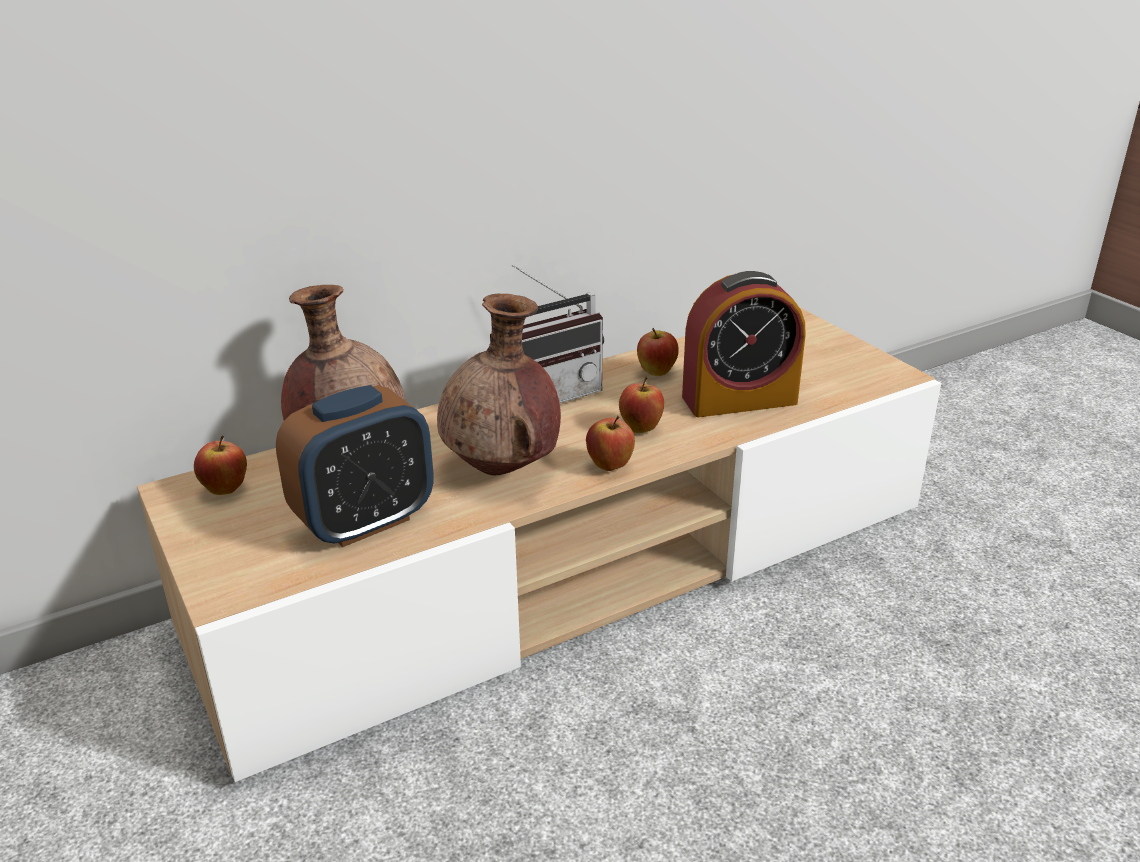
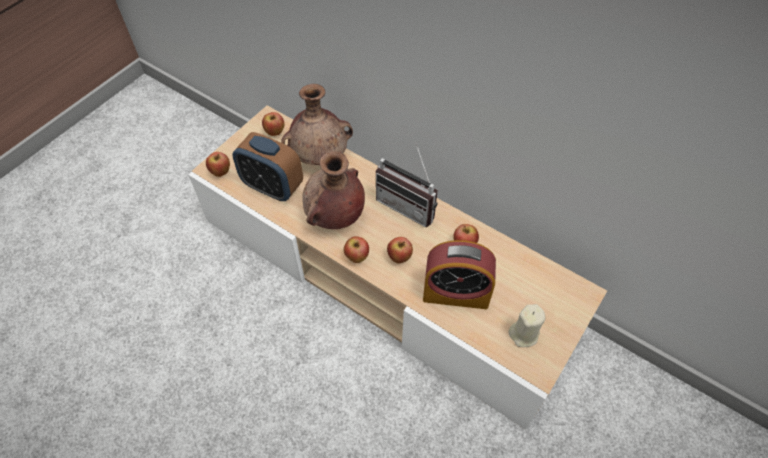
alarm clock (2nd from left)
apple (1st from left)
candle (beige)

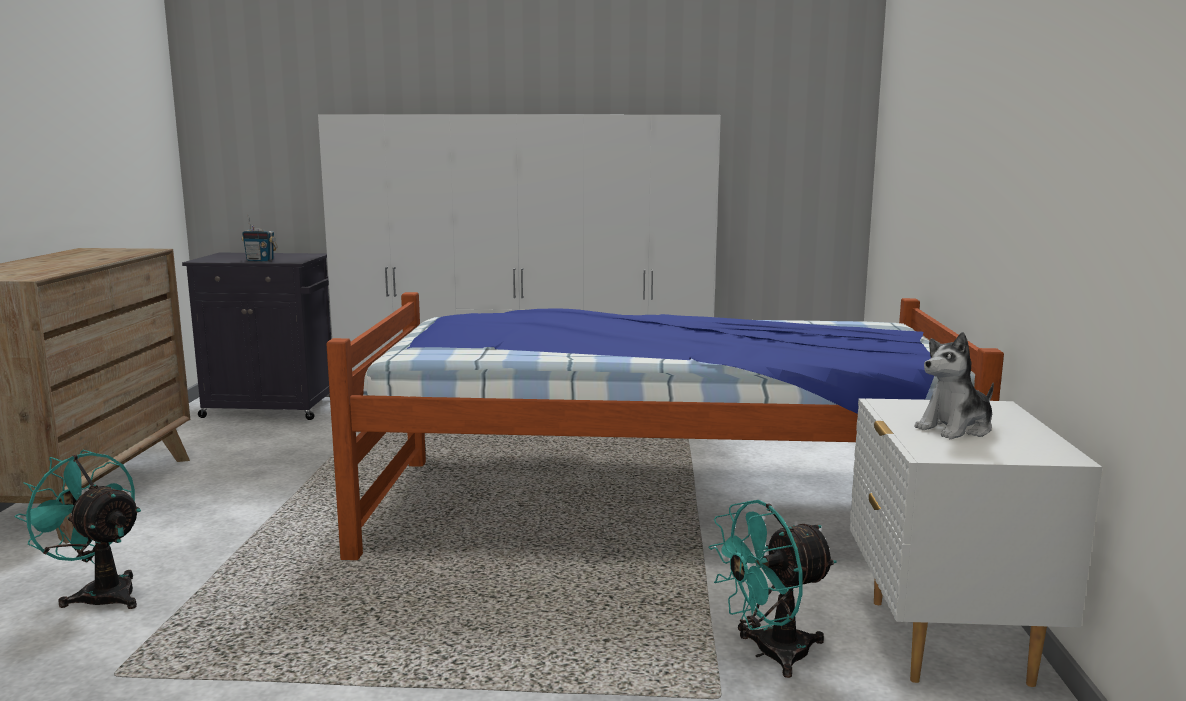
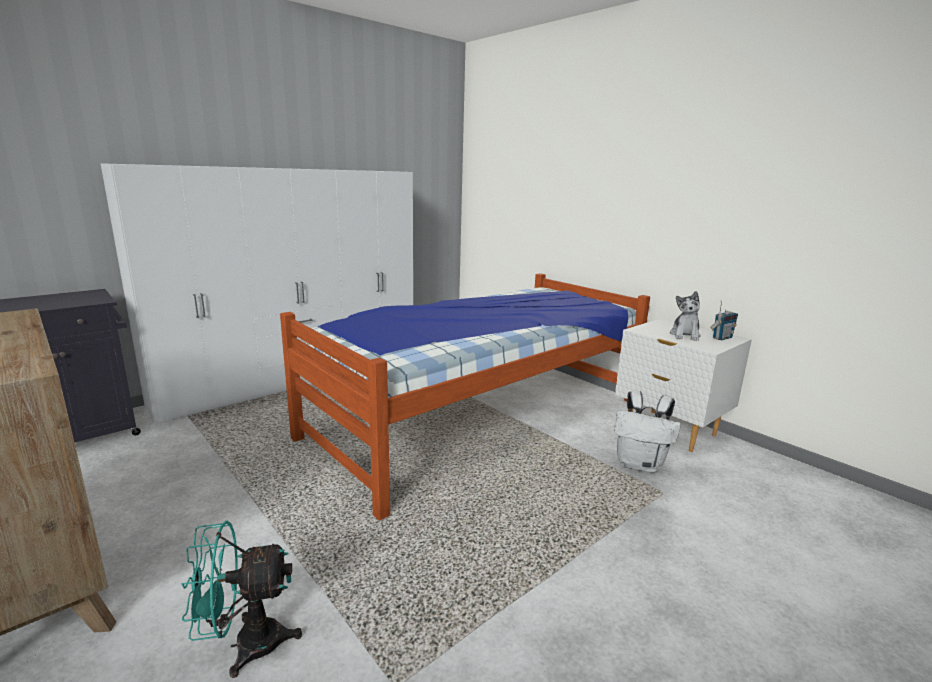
radio
backpack (white)

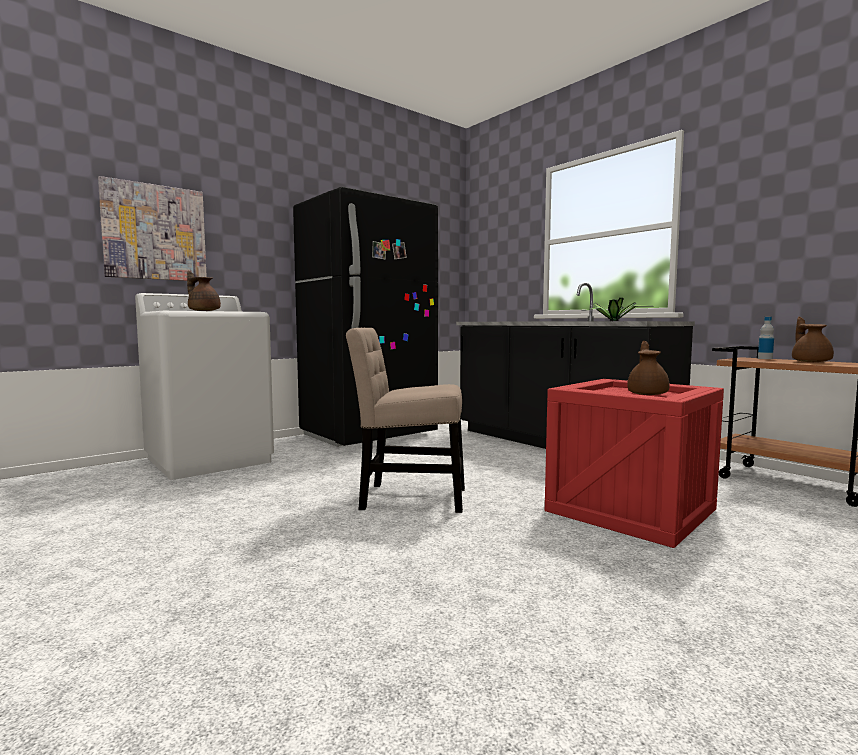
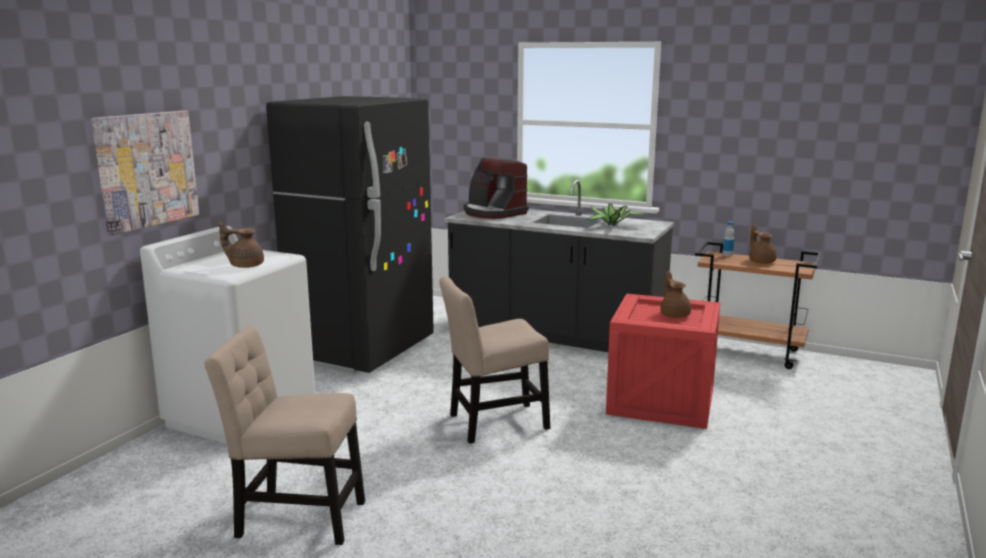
chair (beige) (1st from left)
coffee machine

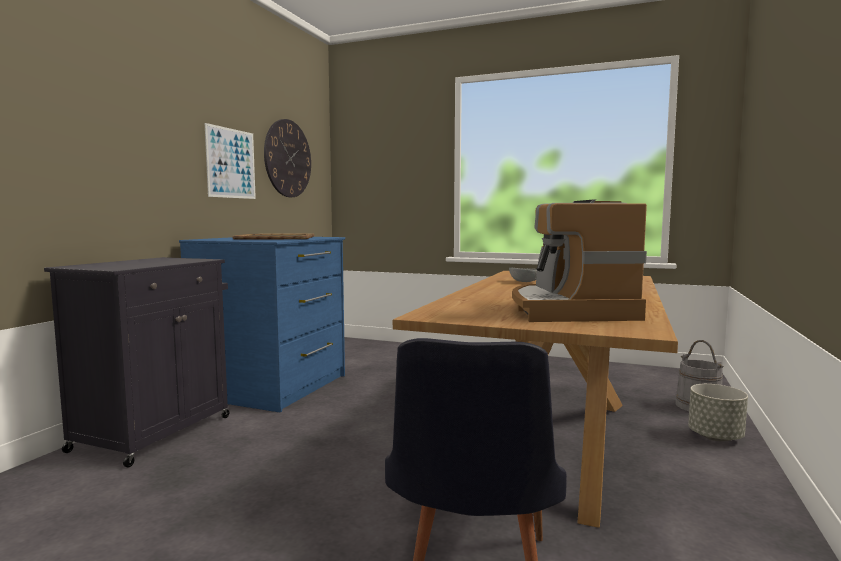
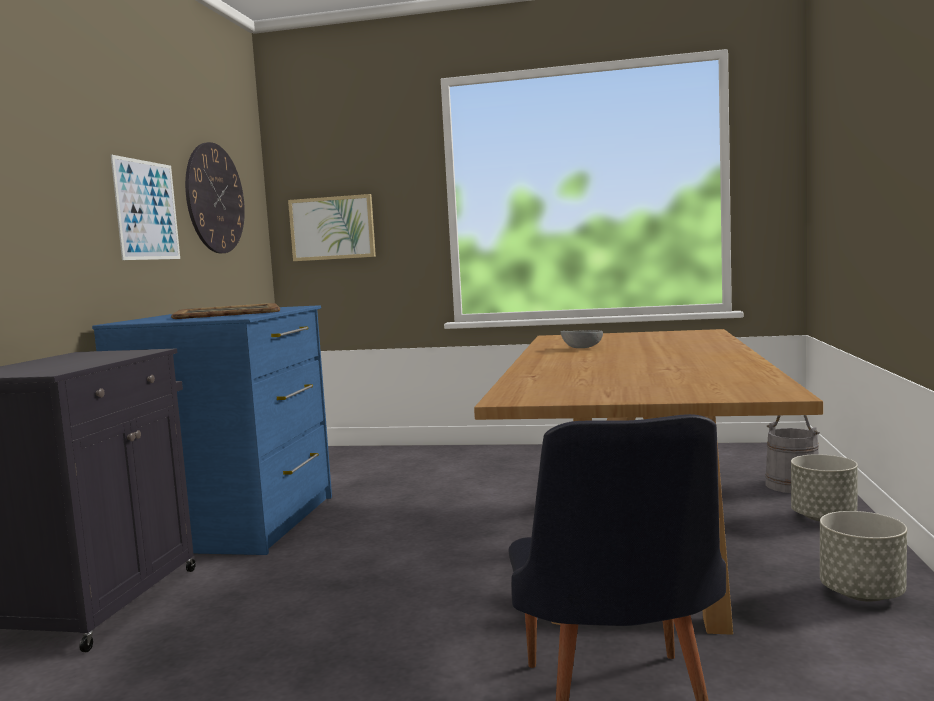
coffee machine
picture (2nd from left)
planter (grey) (2nd from left)

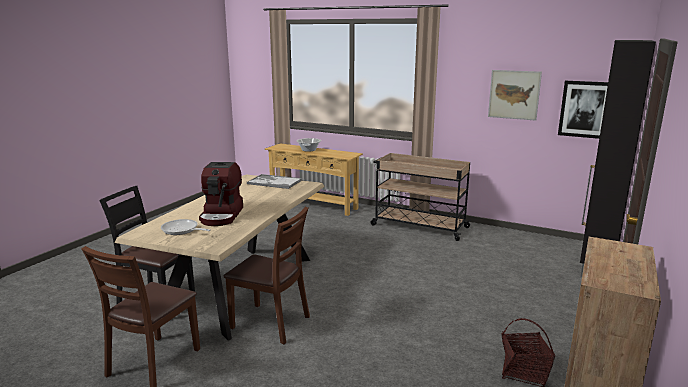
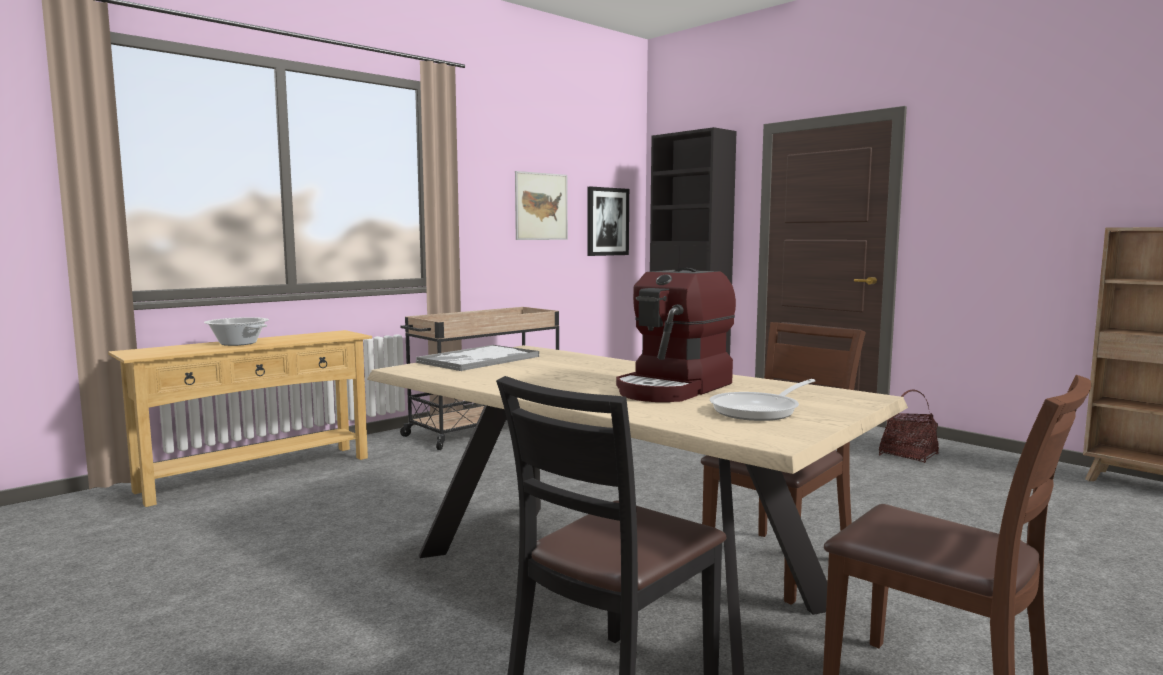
coffee machine

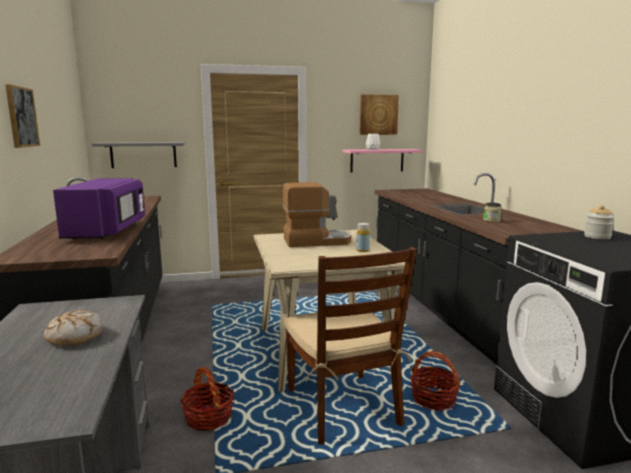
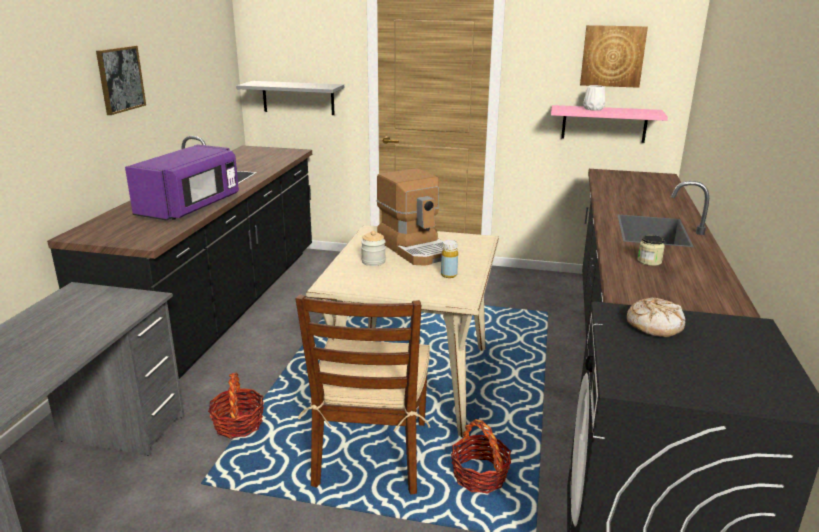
bread
coffee machine
jar (1st from left)

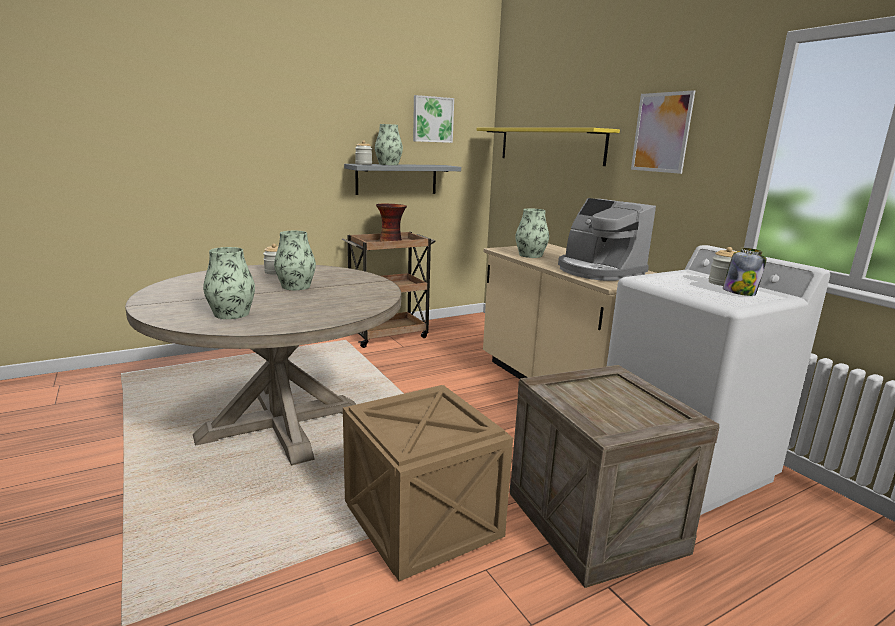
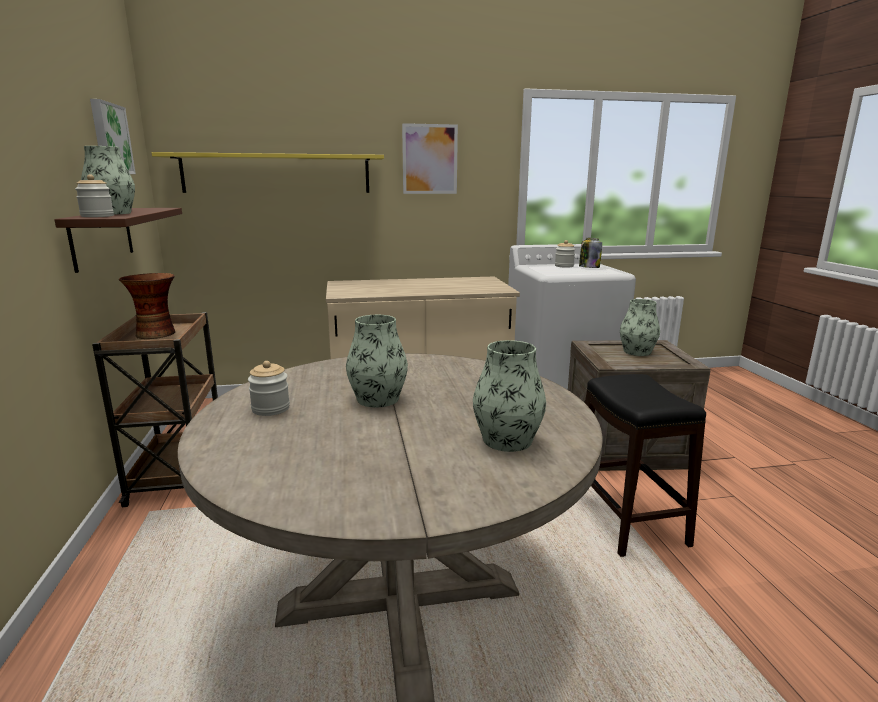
stool (black)
shelf (brown)
vase (5th from left)
coffee machine

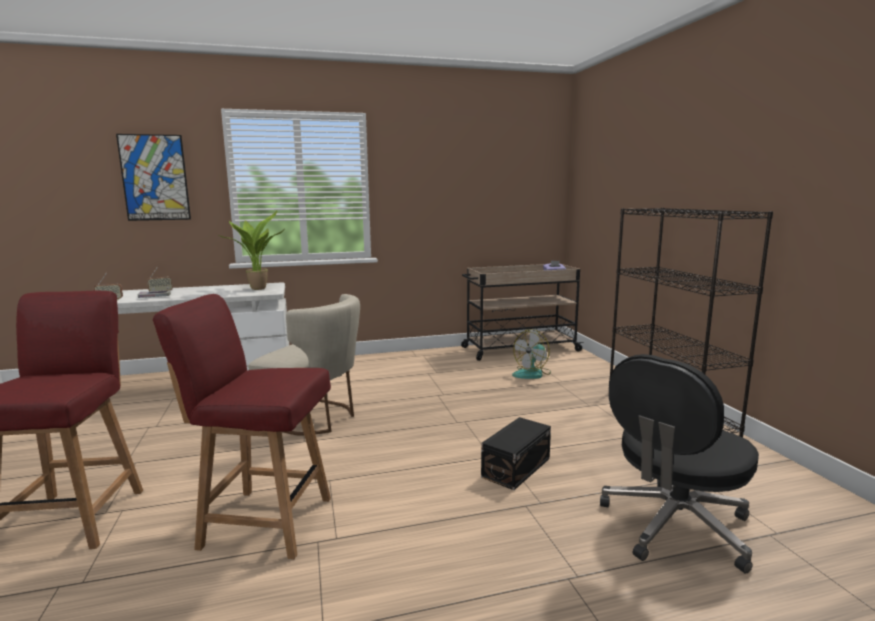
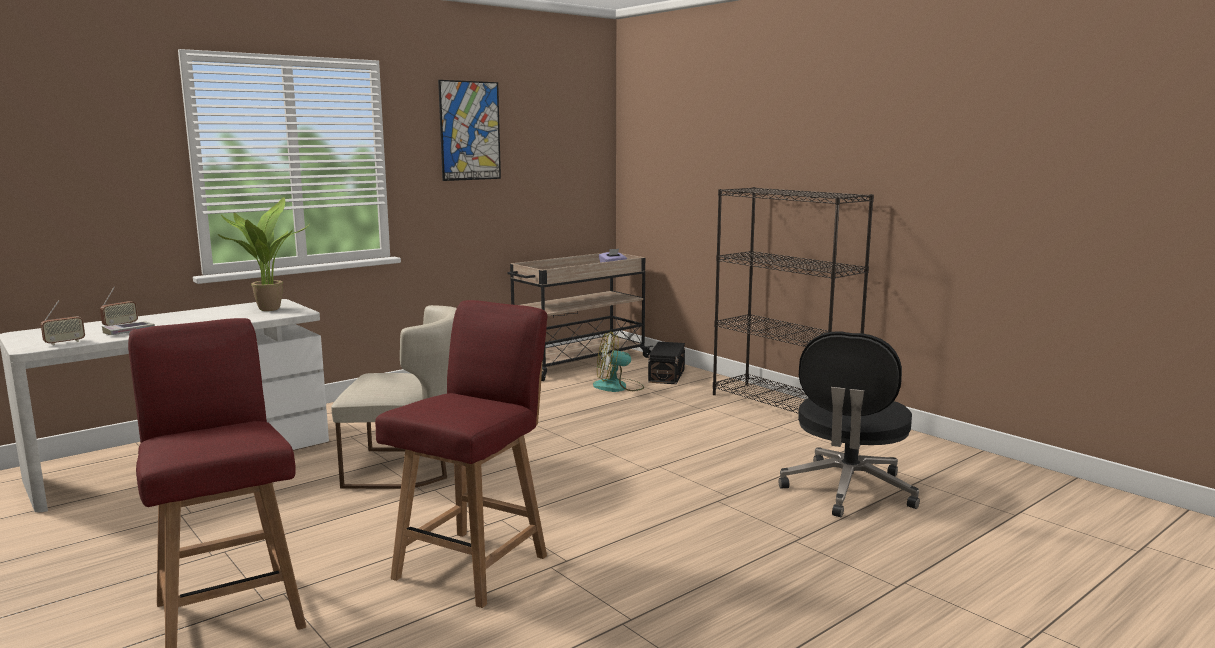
picture
chair (red) (2nd from left)
storage box (black)
fan

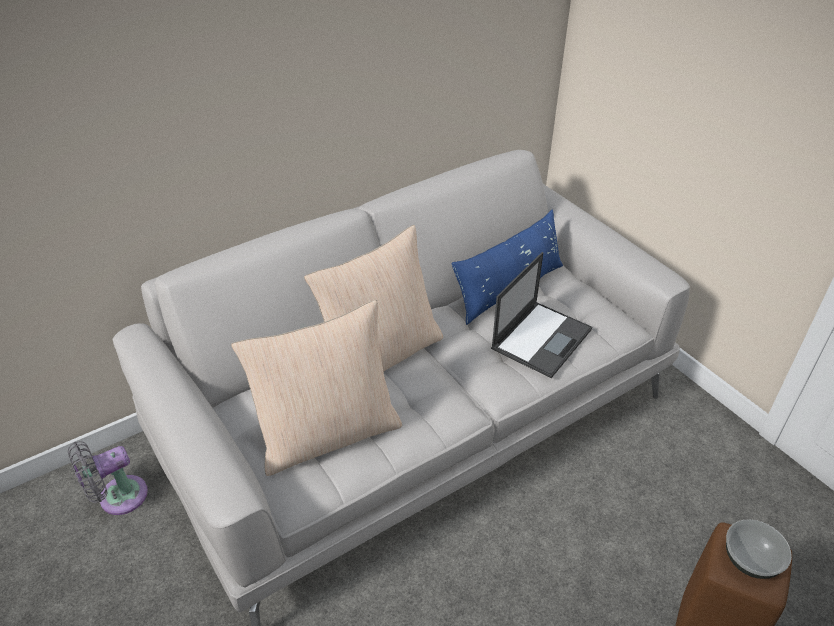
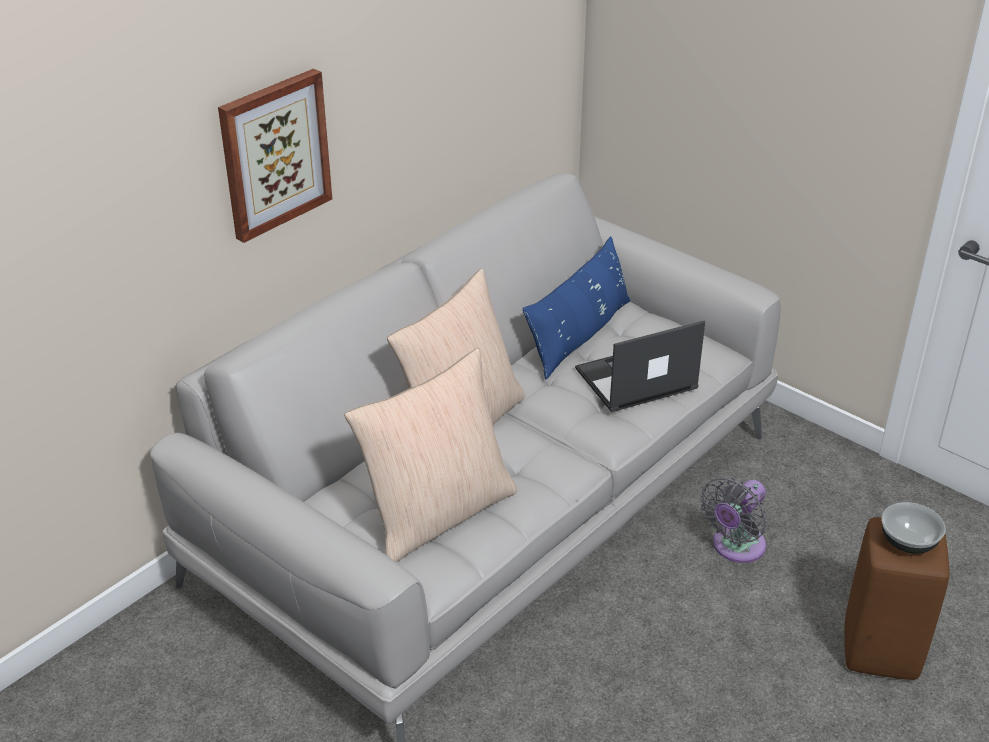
fan (grey)
laptop
picture

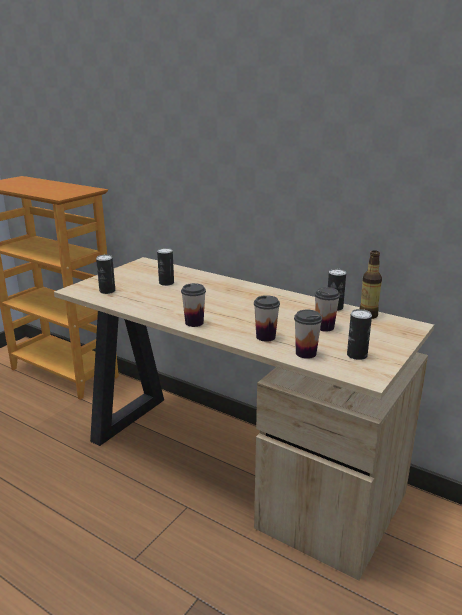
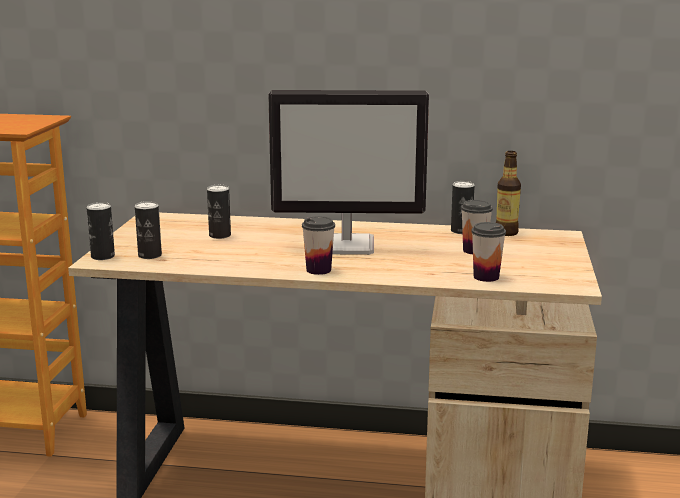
cup (2nd from left in the first image)
can (1st from left)
monitor

